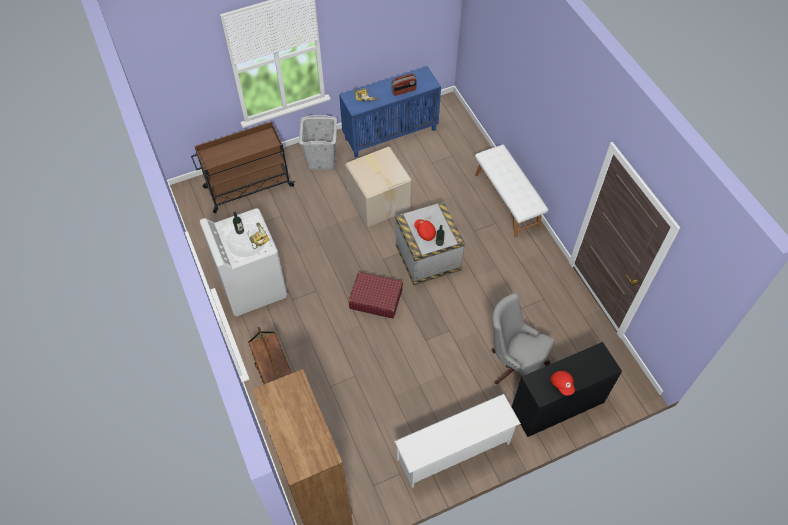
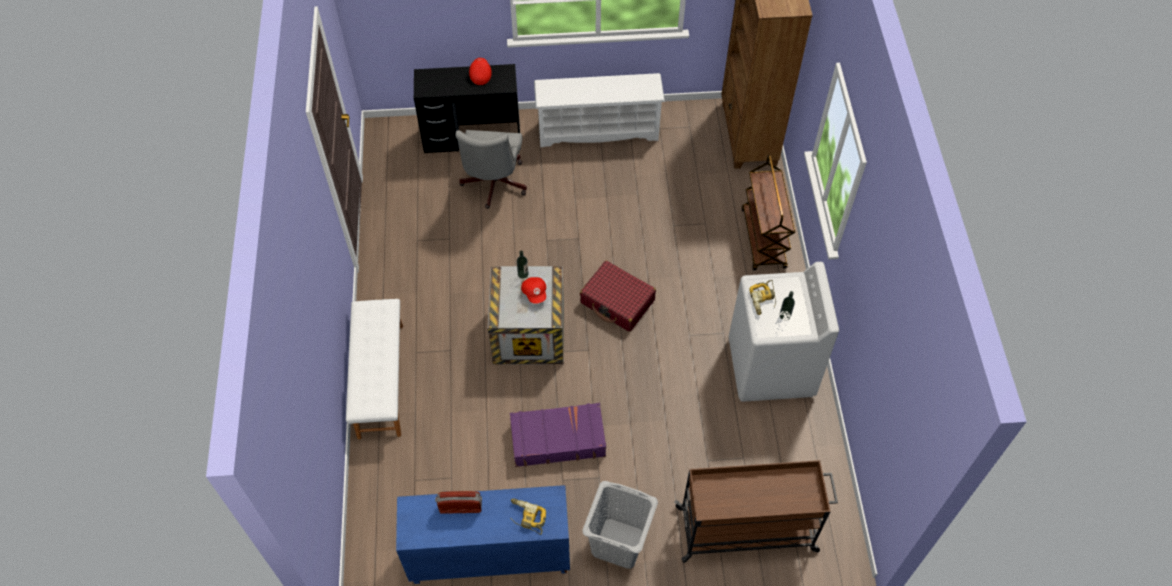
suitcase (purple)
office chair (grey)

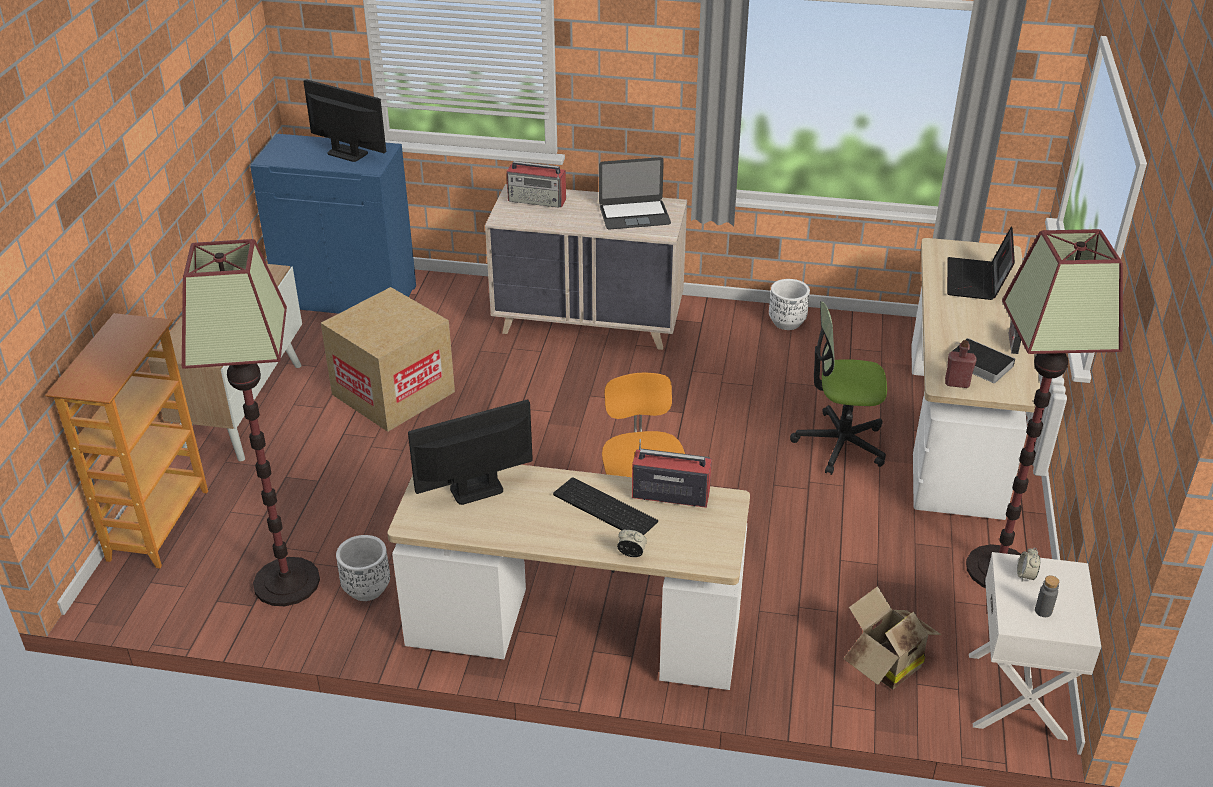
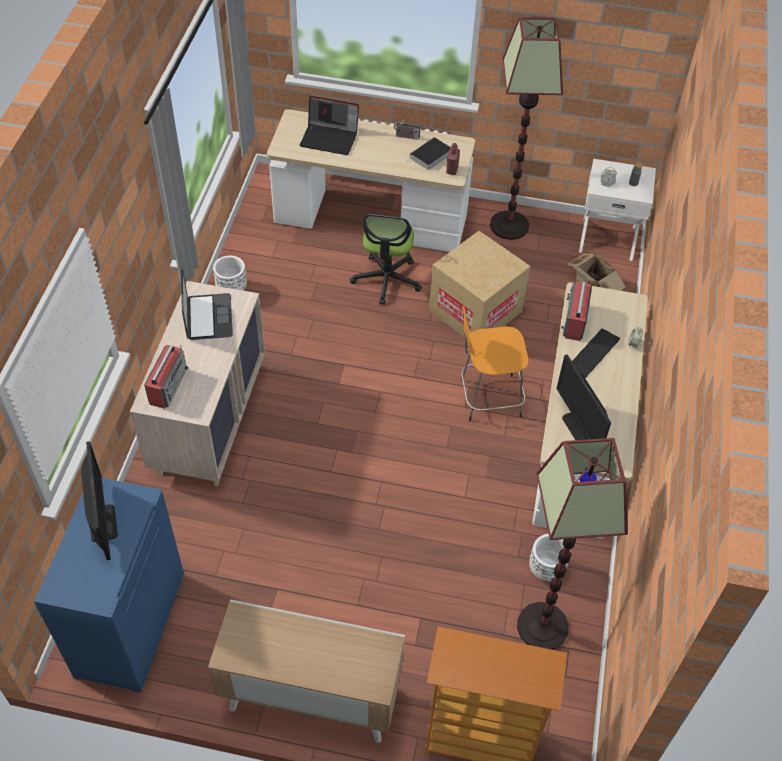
monitor (1st from left)
cardboard box (1st from left)

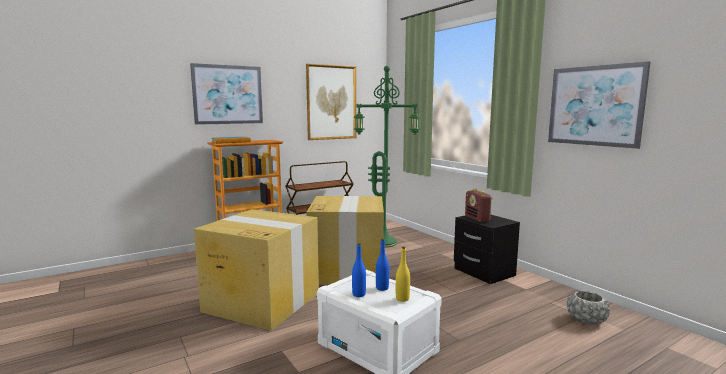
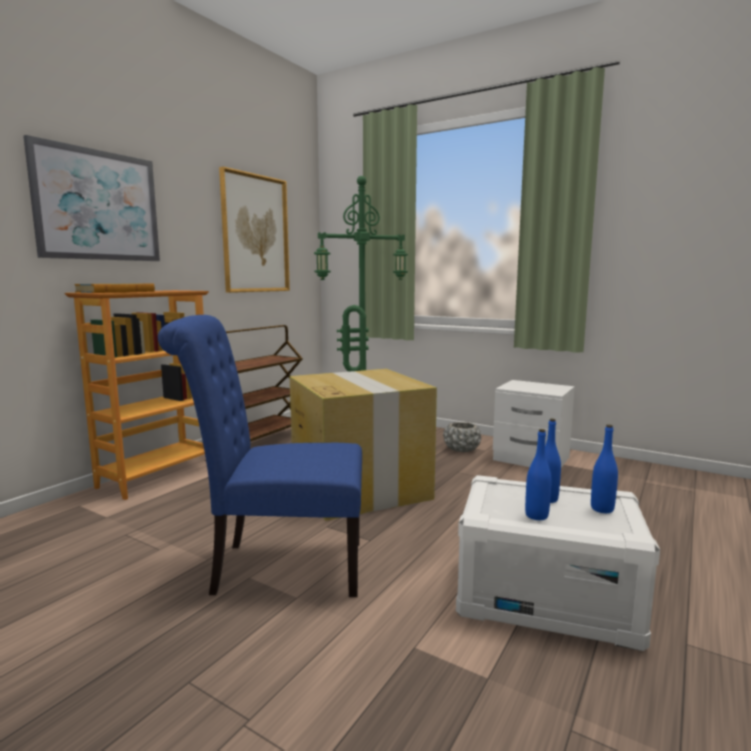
chair (blue)
bottle (blue) (3rd from left)
nightstand (white)
radio
picture (3rd from left in the first image)
planter (grey)

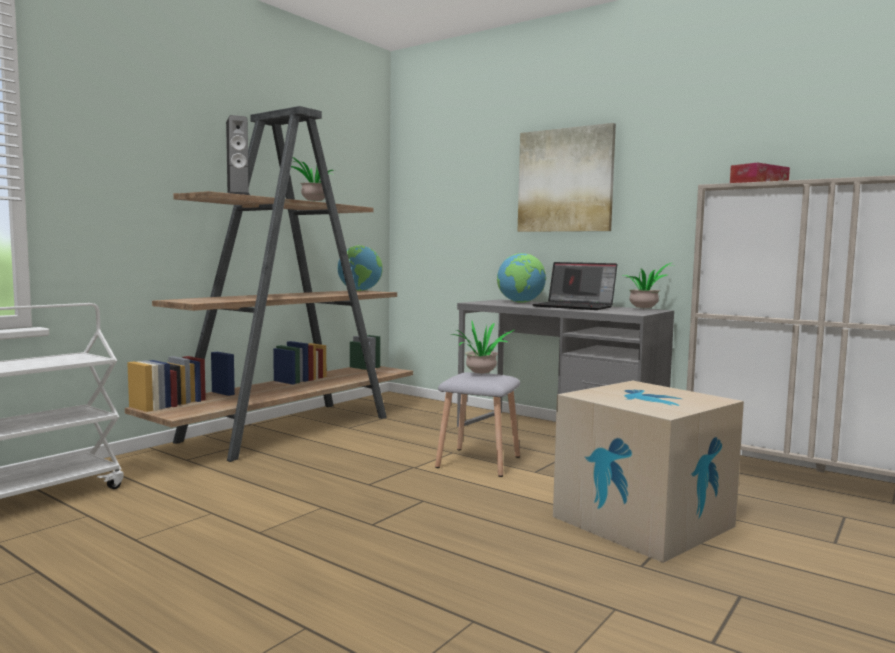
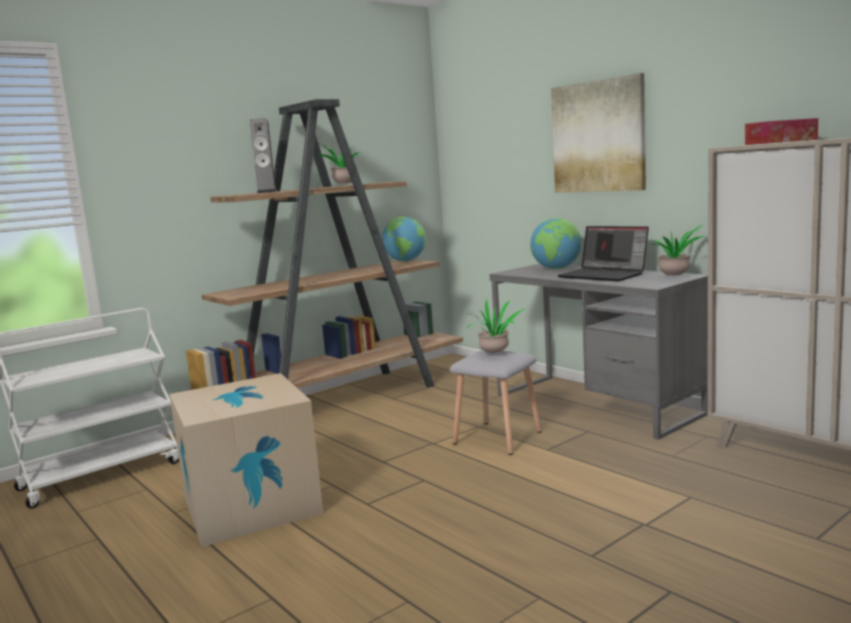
cardboard box

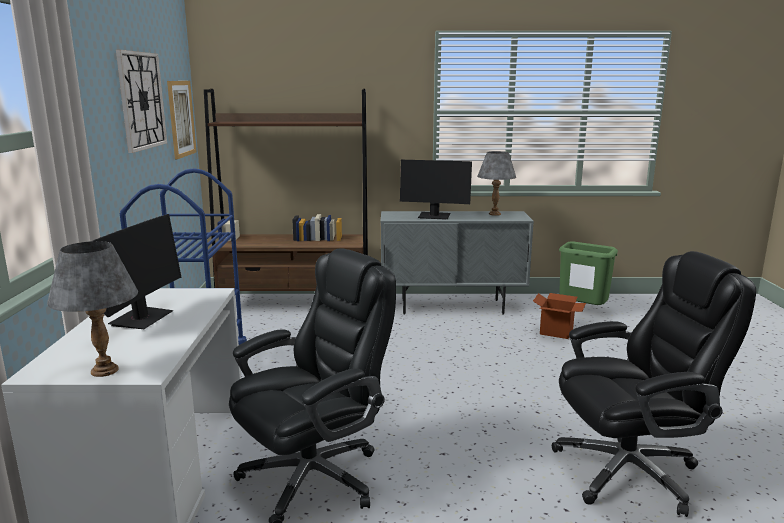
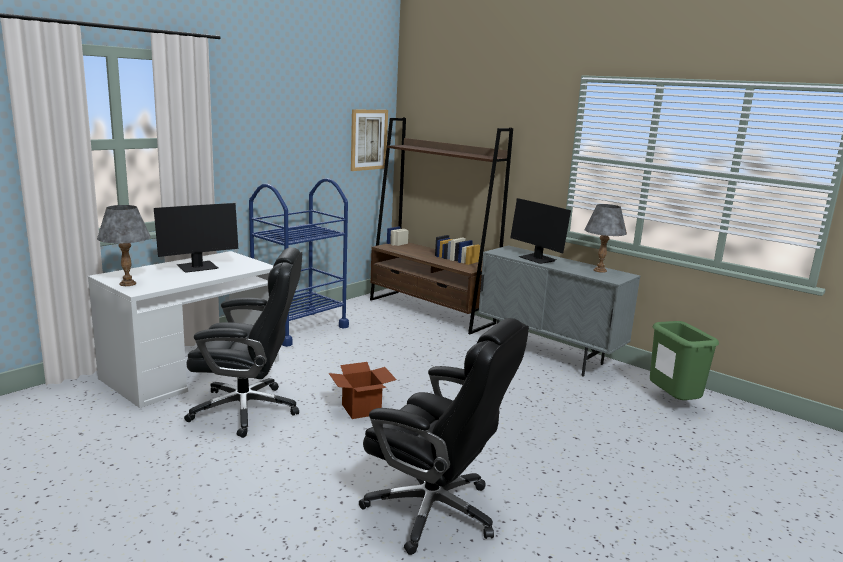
wall clock
cardboard box

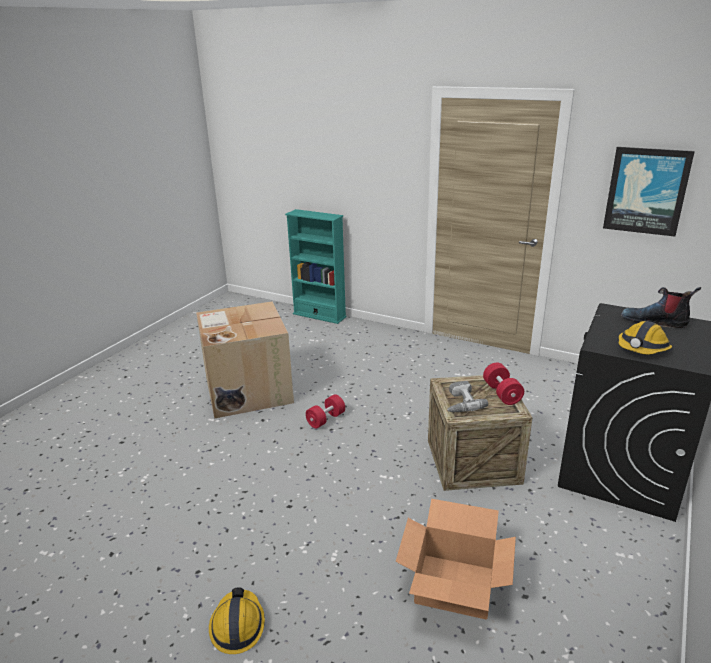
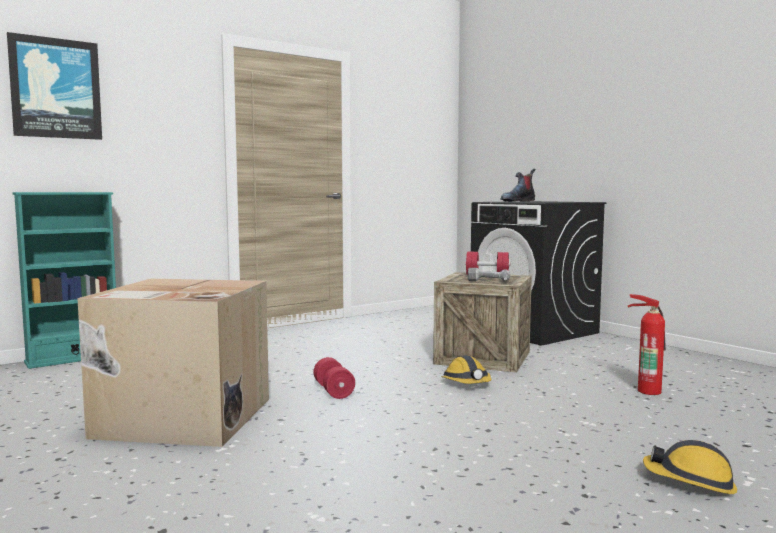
fire extinguisher
picture
hard hat (1st from left)

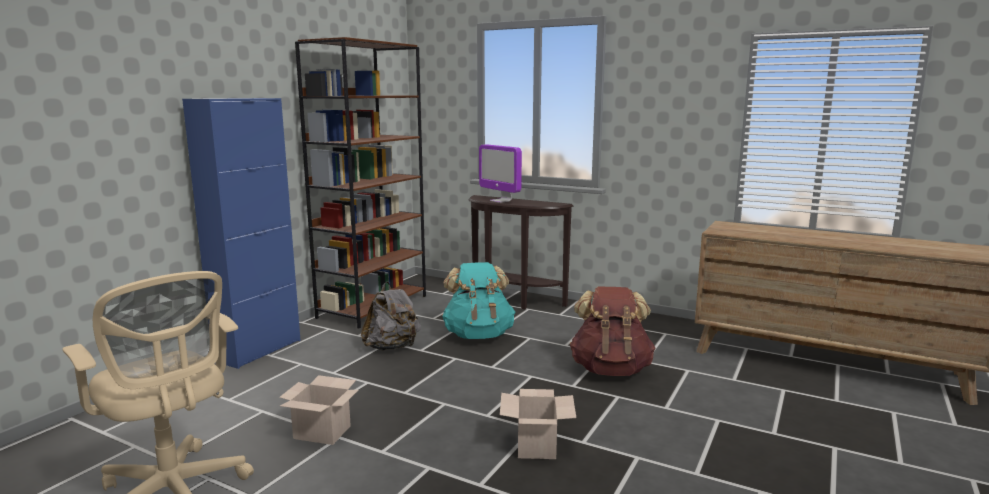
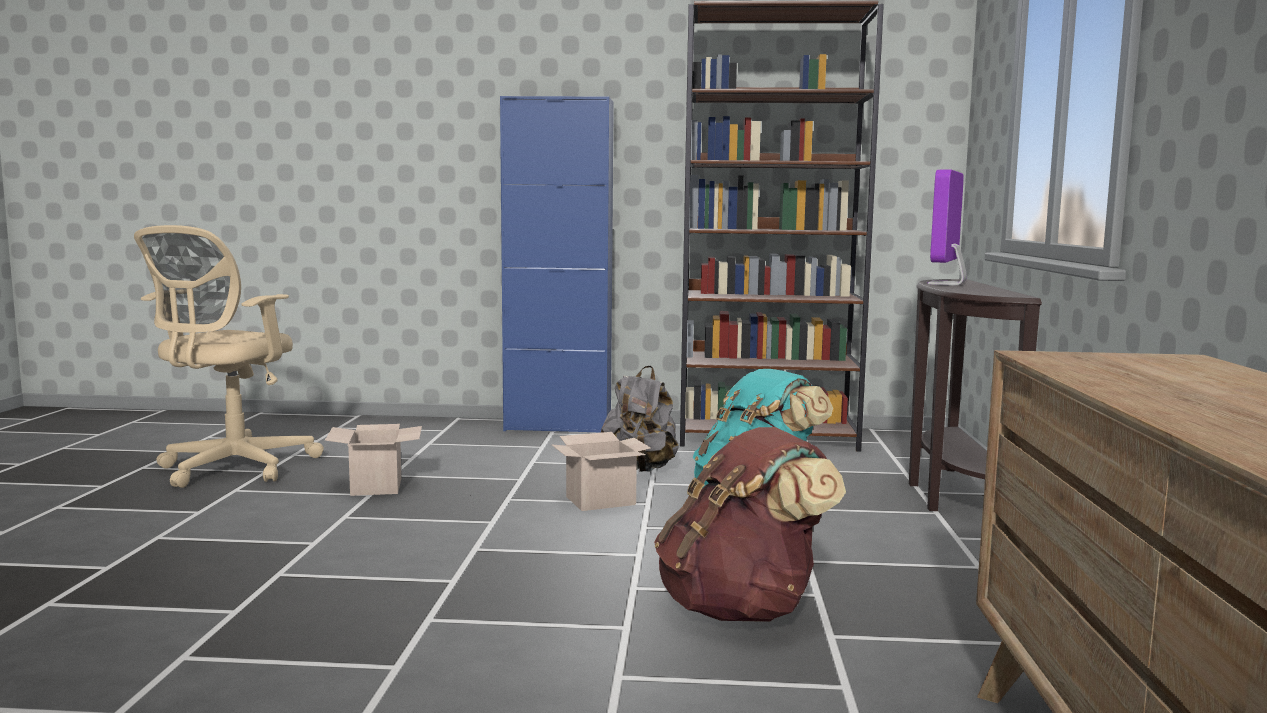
cardboard box (2nd from left)

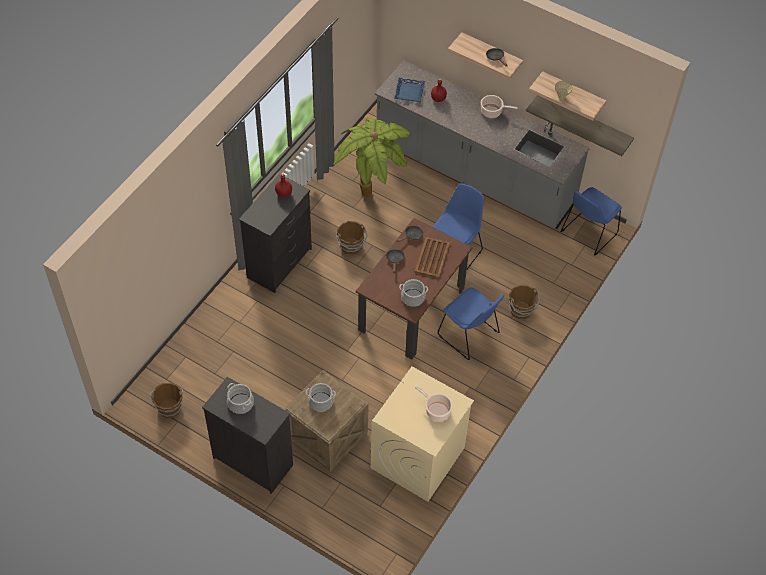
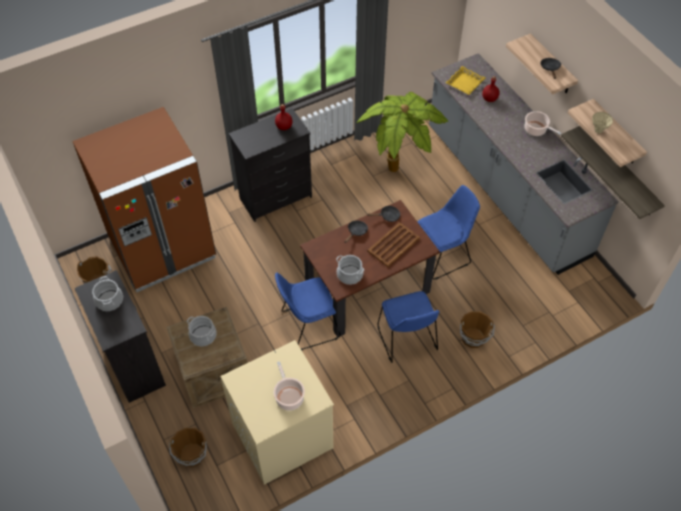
bucket (brown) (2nd from left)
tray (yellow)
chair (blue) (1st from left)
fridge (brown)

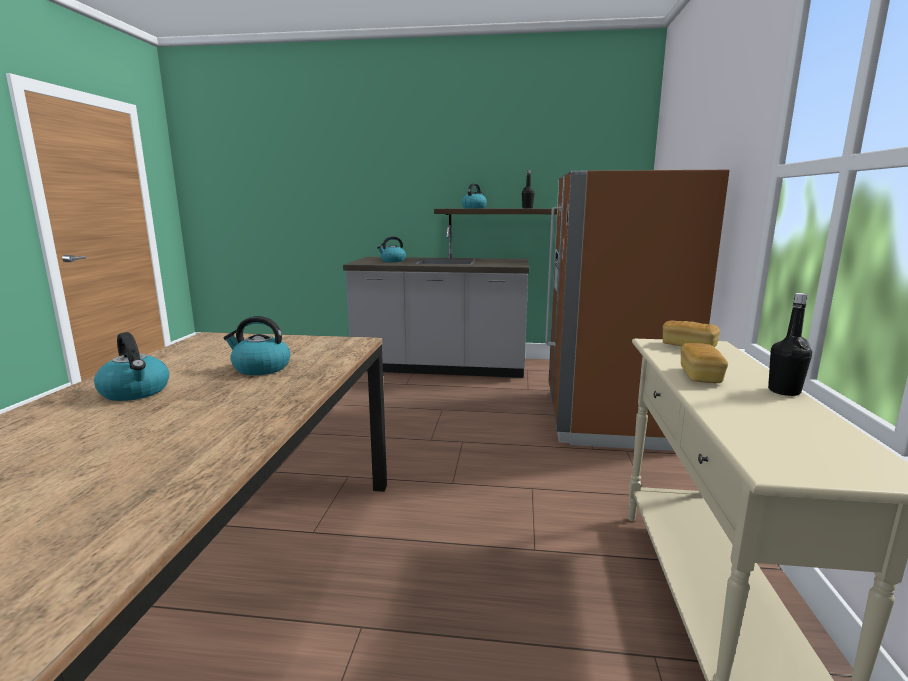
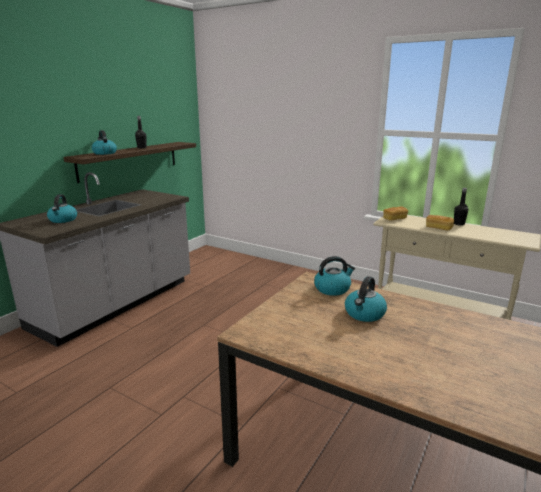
kettle (3rd from left)
fridge (brown)

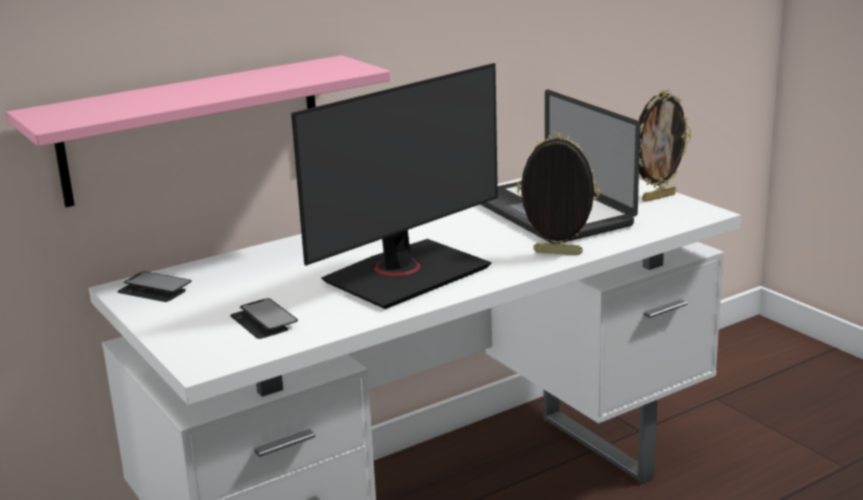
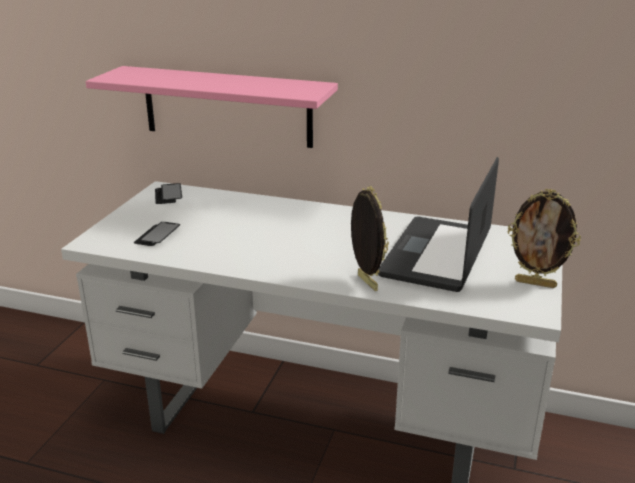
monitor

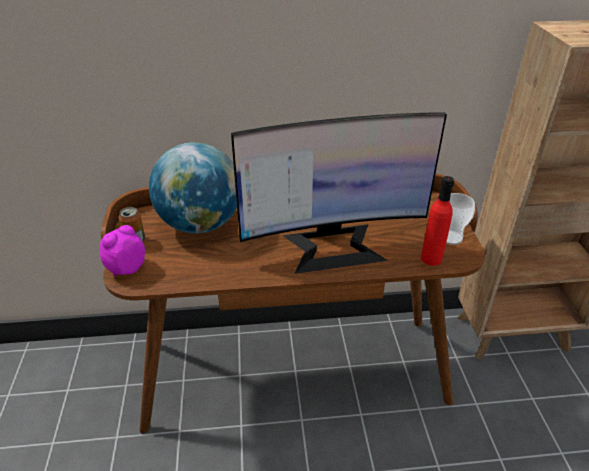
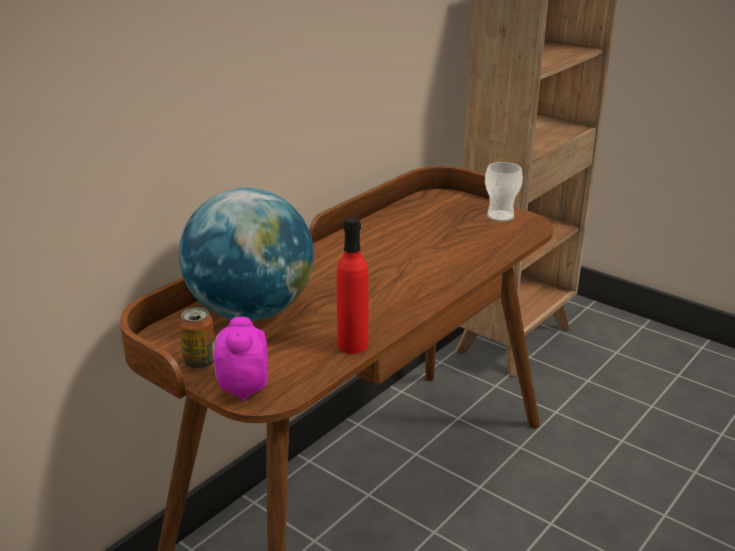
monitor
bottle (red)

